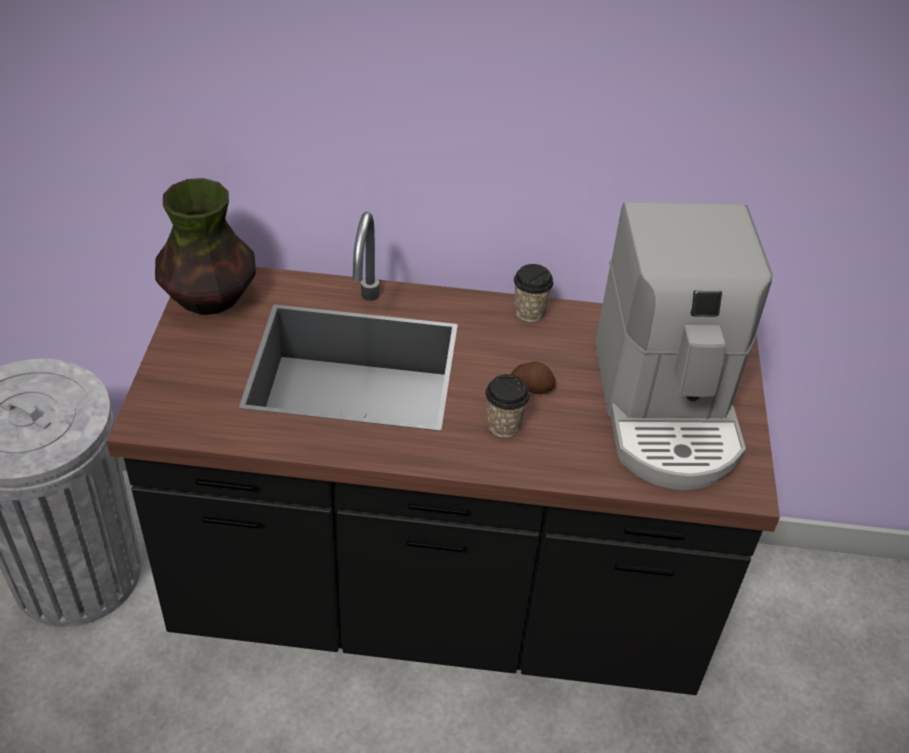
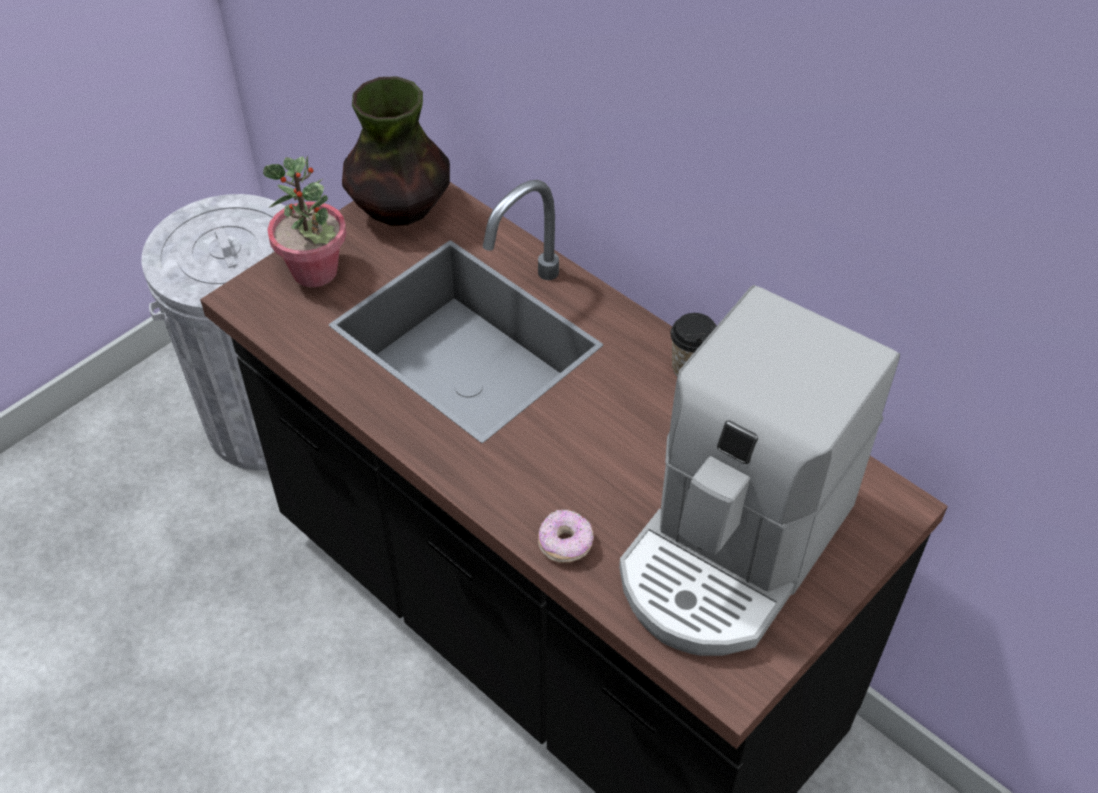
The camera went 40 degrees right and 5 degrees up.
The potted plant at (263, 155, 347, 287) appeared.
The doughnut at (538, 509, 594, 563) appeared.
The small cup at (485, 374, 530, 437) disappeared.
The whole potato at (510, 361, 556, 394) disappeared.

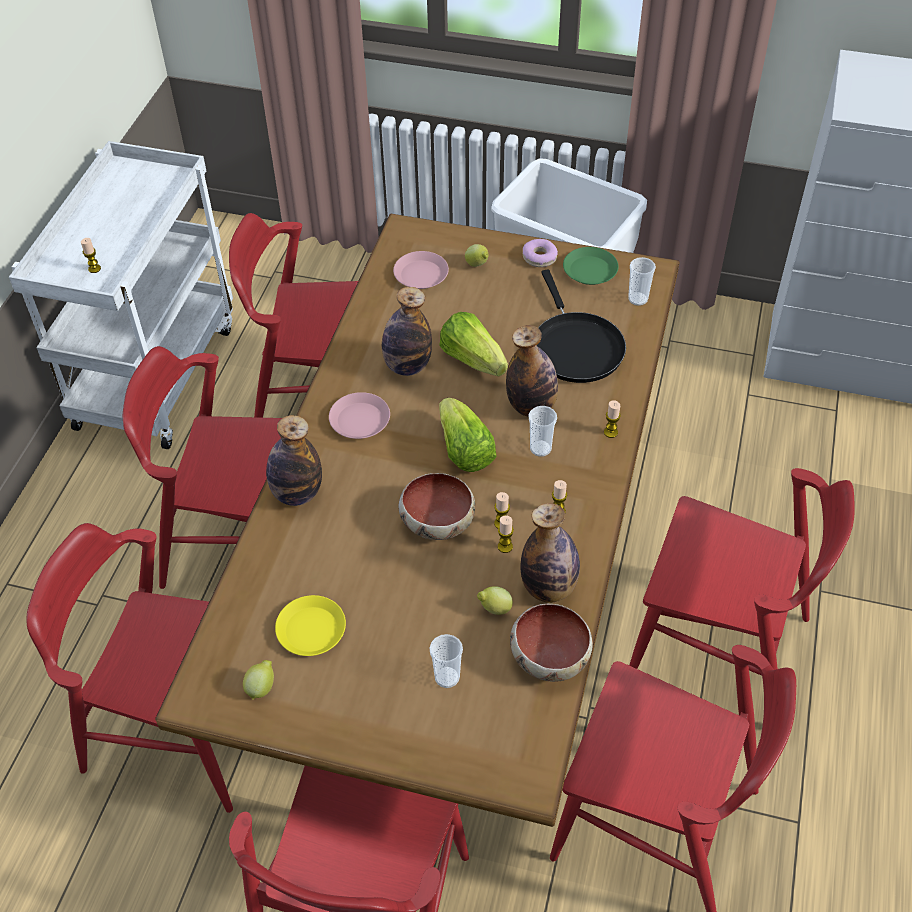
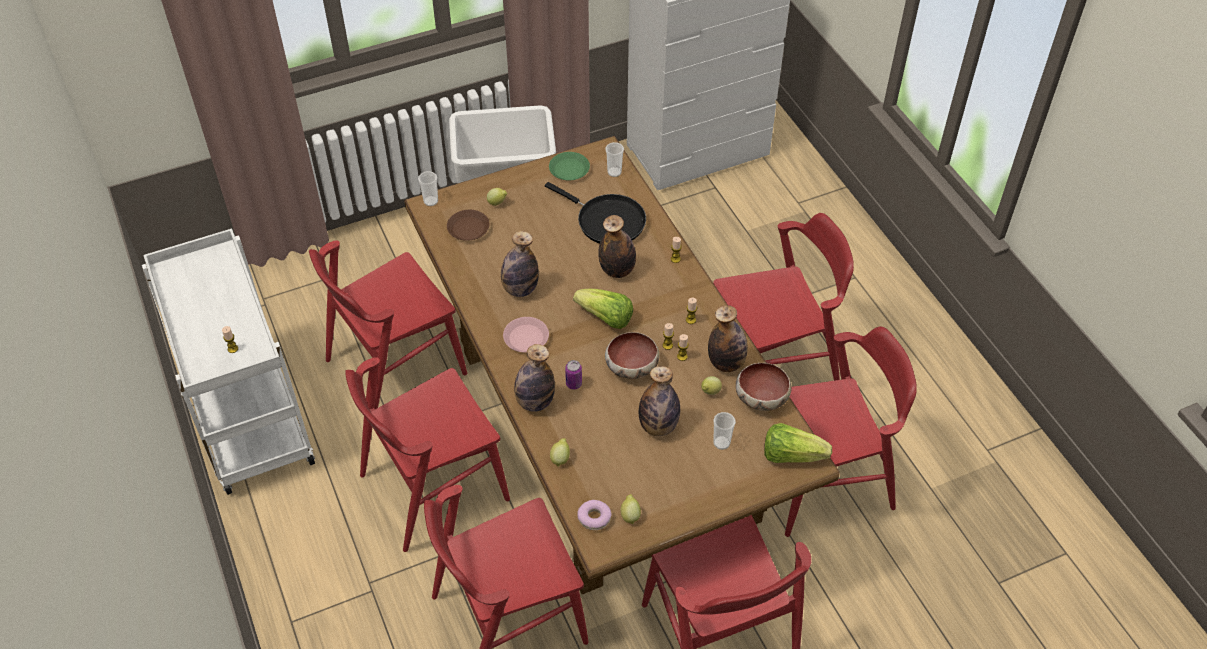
The camera went 40 degrees left and 0 degrees up.
The small cup moved from (528, 406, 557, 457) to (418, 171, 438, 206).
The pinkish flat dish at (393, 251, 449, 289) became the brown-coloured flat dish at (447, 210, 490, 241).
The lemon at (550, 438, 570, 467) appeared.
The can at (565, 360, 582, 390) appeared.
The doughnut moved from (523, 239, 558, 267) to (577, 500, 612, 530).
The drink bottle at (639, 366, 680, 436) appeared.
The lettuce moved from (439, 312, 508, 376) to (764, 423, 832, 463).
The yellow-coloured flat dish at (275, 595, 346, 656) disappeared.

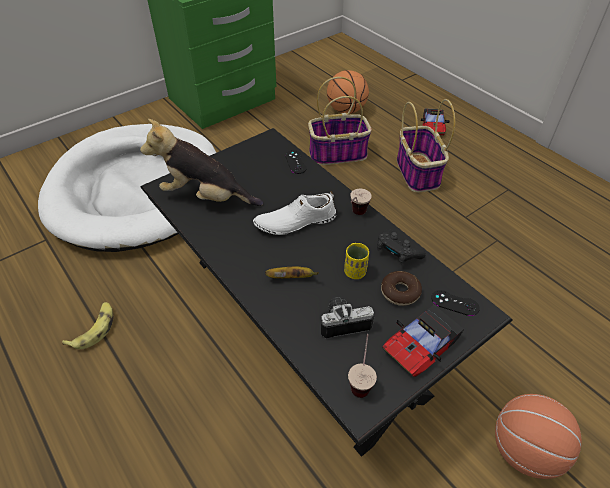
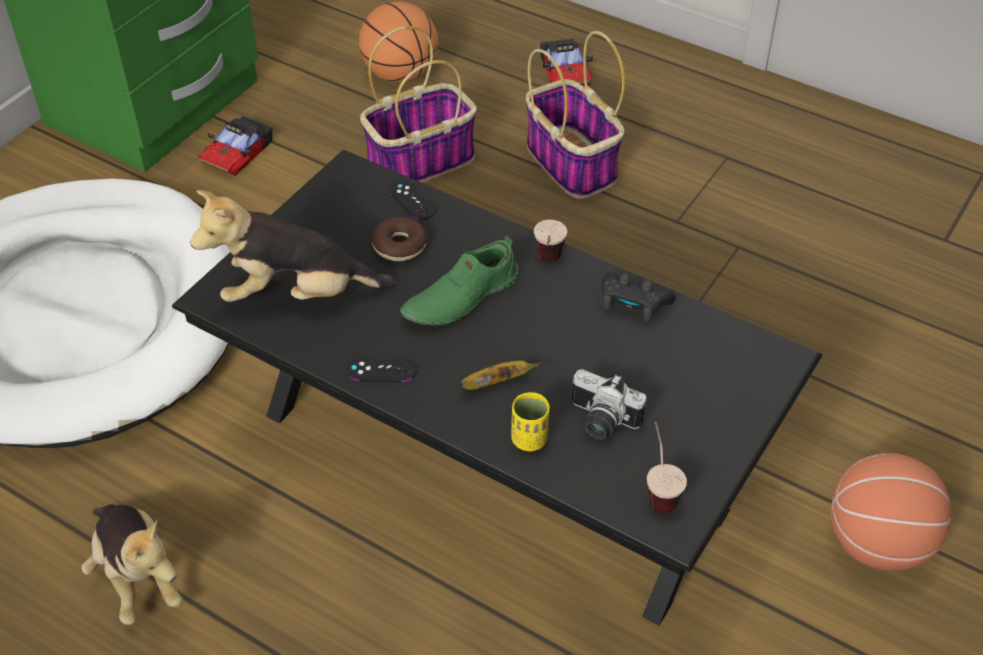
The camera went 20 degrees left and 0 degrees up.
The banana at (62, 302, 113, 349) was replaced by the cuddly toy at (82, 505, 183, 625).
The miniature car moved from (382, 305, 464, 377) to (198, 116, 272, 176).
The blackish joypad moved from (431, 290, 480, 316) to (346, 356, 417, 382).
The doughnut moved from (381, 271, 422, 306) to (372, 217, 428, 261).
The whitish item of footwear at (253, 191, 336, 235) became the green item of footwear at (400, 235, 519, 325).
The yellow-coloured small cup moved from (344, 243, 369, 279) to (511, 392, 550, 451).
The still camera at (321, 297, 374, 338) turned 120 degrees counterclockwise.

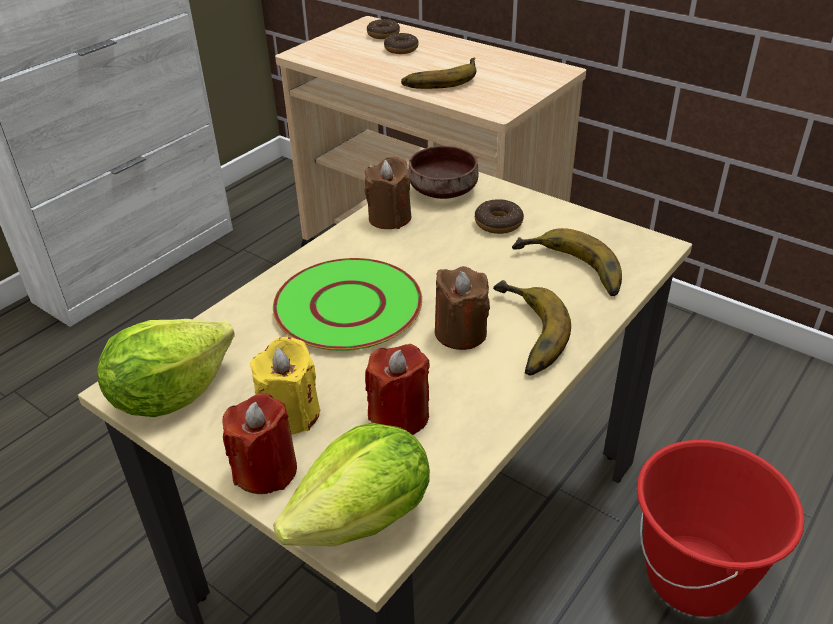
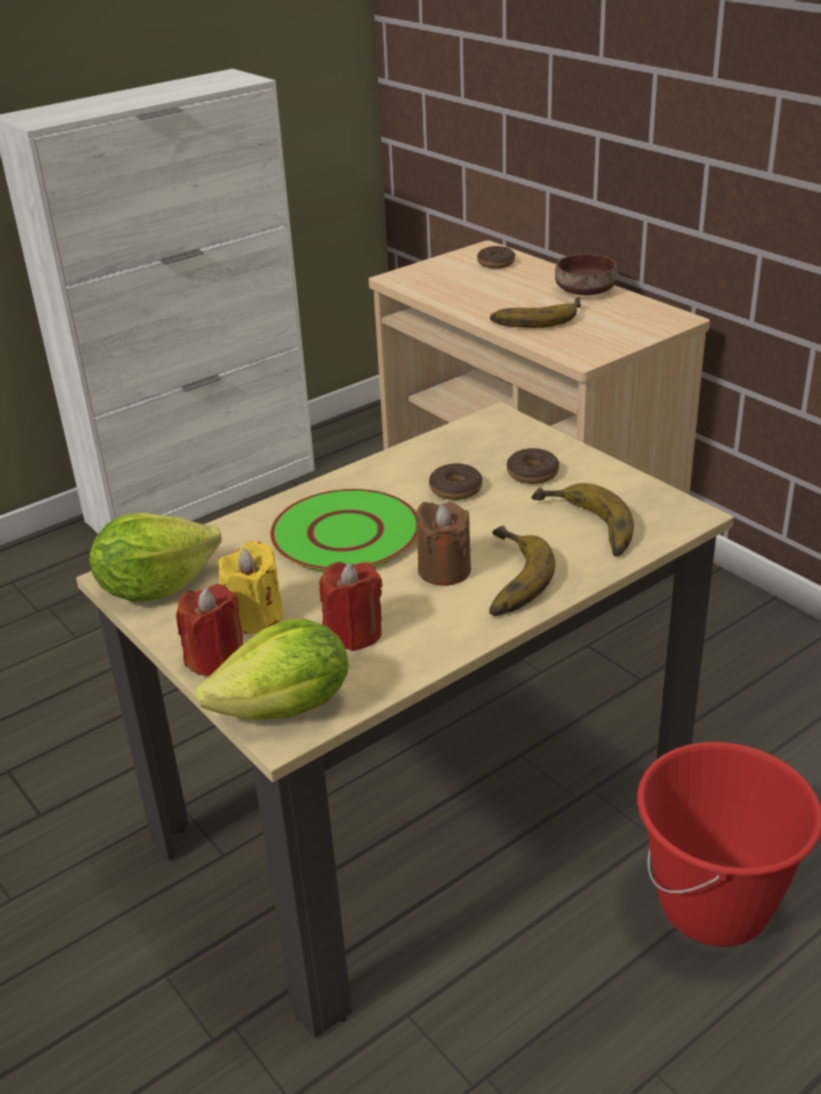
The camera went 15 degrees right and 5 degrees down.
The doughnut moved from (384, 33, 418, 54) to (429, 463, 482, 500).
The brown-coloured serving bowl moved from (408, 146, 479, 199) to (555, 254, 617, 295).
The brown-coloured candle at (364, 157, 412, 229) disappeared.

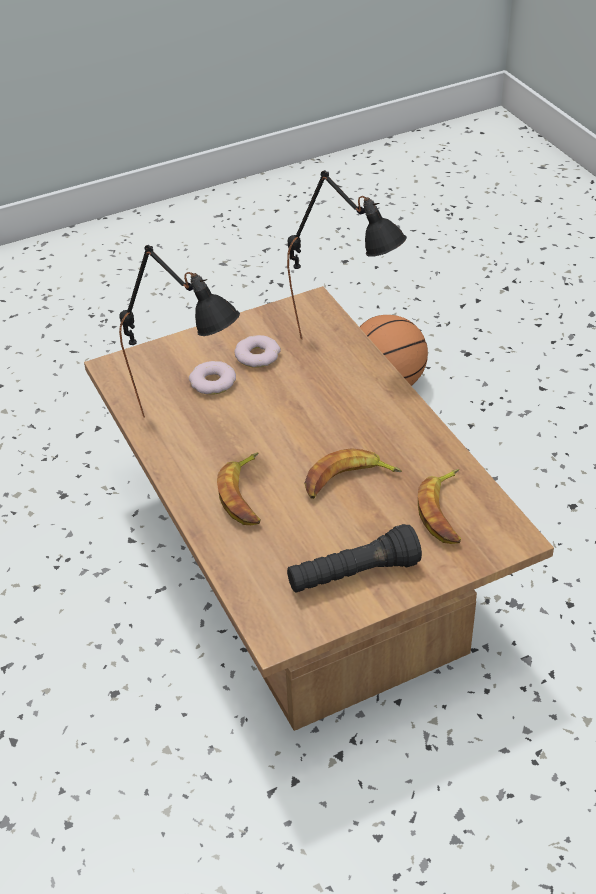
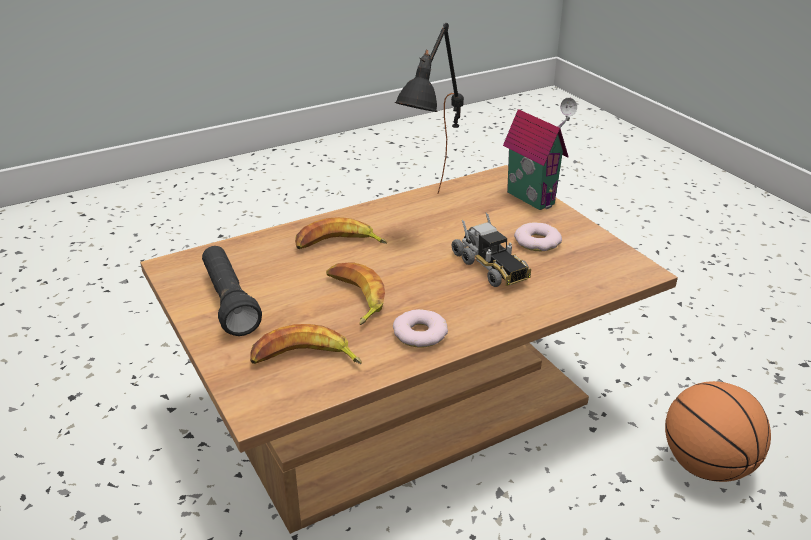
The camera went 85 degrees right and 10 degrees down.
The doughnut moved from (189, 361, 236, 395) to (393, 309, 448, 347).
The toy truck at (451, 213, 531, 287) appeared.
The model house at (503, 98, 577, 210) appeared.
The blackish tabletop lamp at (287, 170, 407, 339) disappeared.

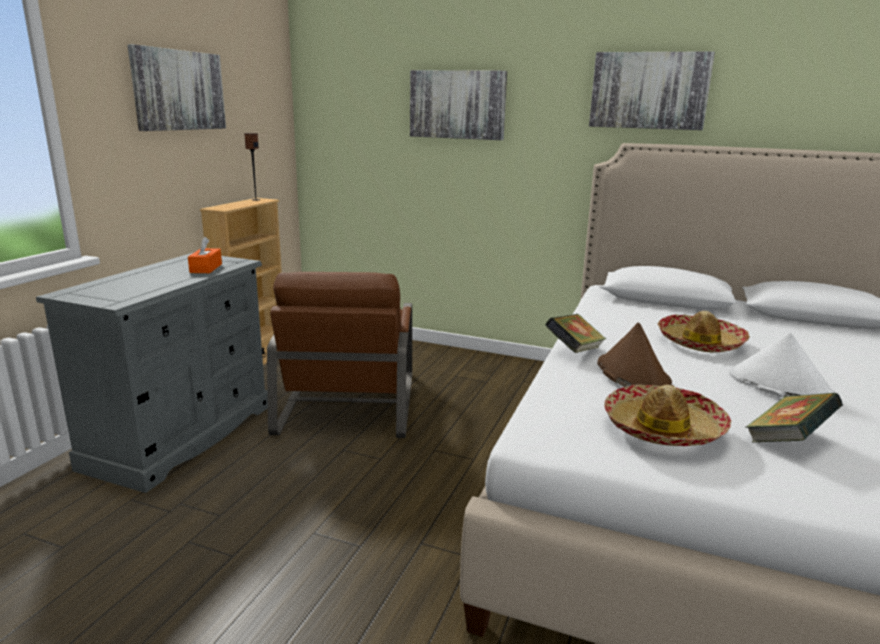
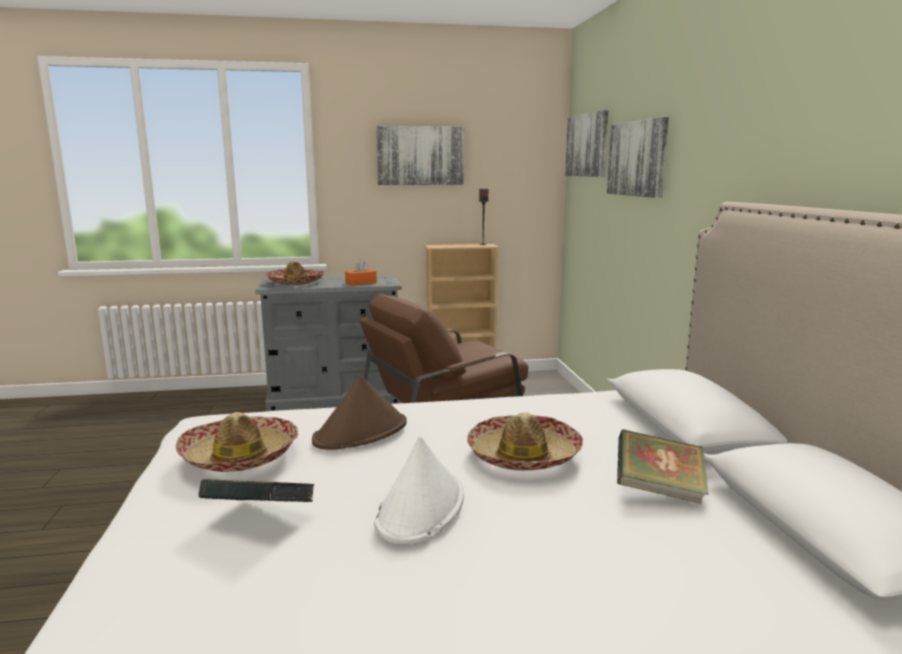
The camera went 60 degrees right and 5 degrees down.
The hat at (266, 260, 324, 285) appeared.
The wall art moved from (589, 51, 715, 130) to (565, 110, 609, 177).
The bound book moved from (545, 314, 606, 353) to (617, 429, 709, 504).

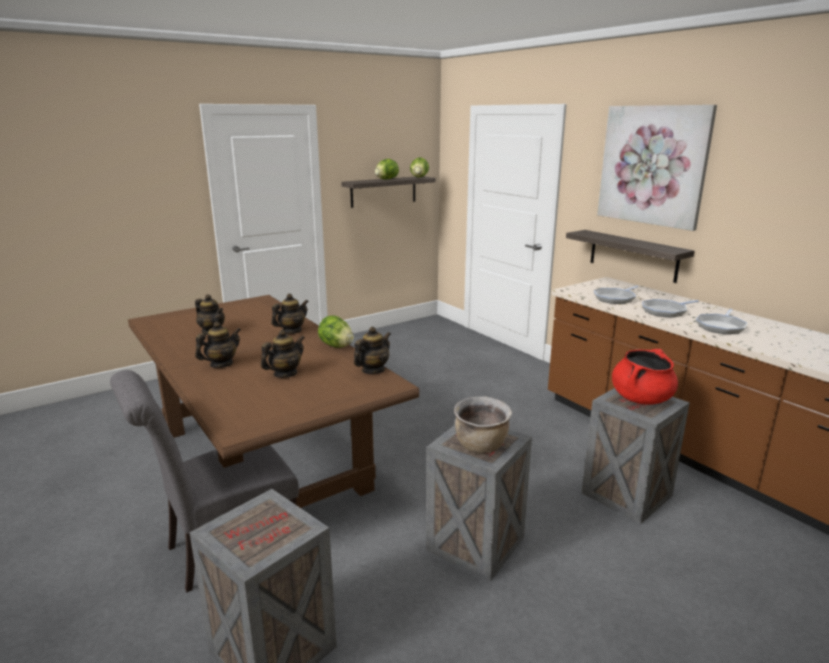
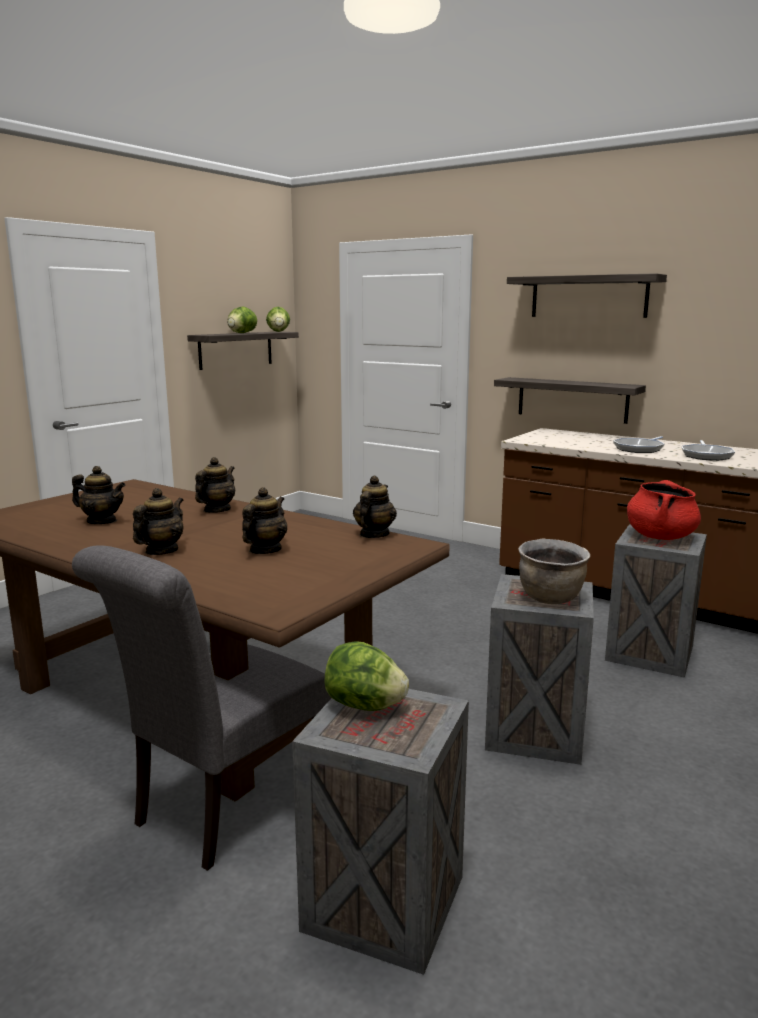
The camera went 20 degrees left and 5 degrees down.
The lettuce moved from (318, 316, 354, 348) to (324, 641, 409, 711).
The wall art at (597, 105, 717, 231) was replaced by the wall shelf at (507, 273, 667, 318).
The skillet at (594, 286, 638, 304) disappeared.

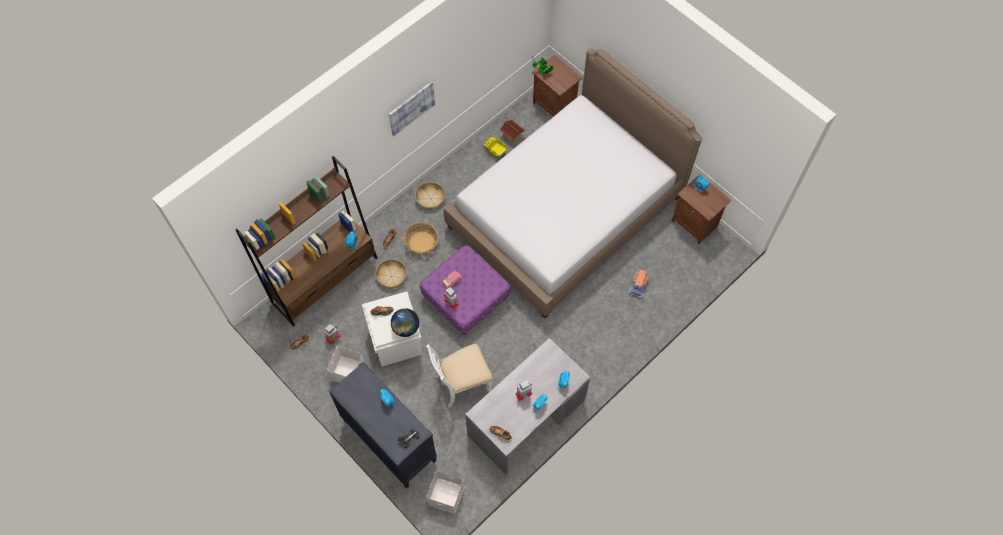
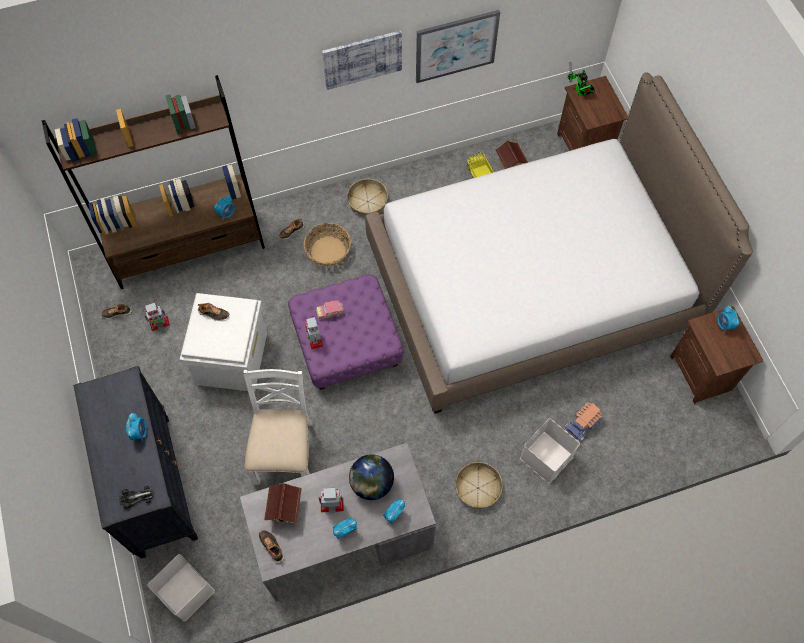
The camera went 25 degrees right and 0 degrees up.
The whitish plain chair at (426, 344, 493, 408) turned 90 degrees clockwise.
The model house at (264, 483, 302, 523) appeared.
The globe moved from (391, 308, 419, 337) to (349, 454, 394, 500).
The wall art at (416, 10, 500, 83) appeared.
The household basket moved from (376, 259, 407, 289) to (455, 462, 503, 510).
The whitish storage container moved from (327, 346, 366, 383) to (520, 418, 580, 483).

